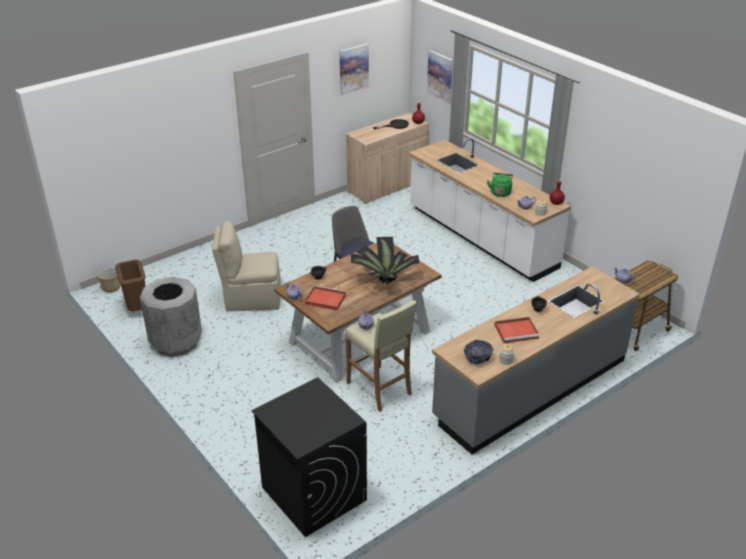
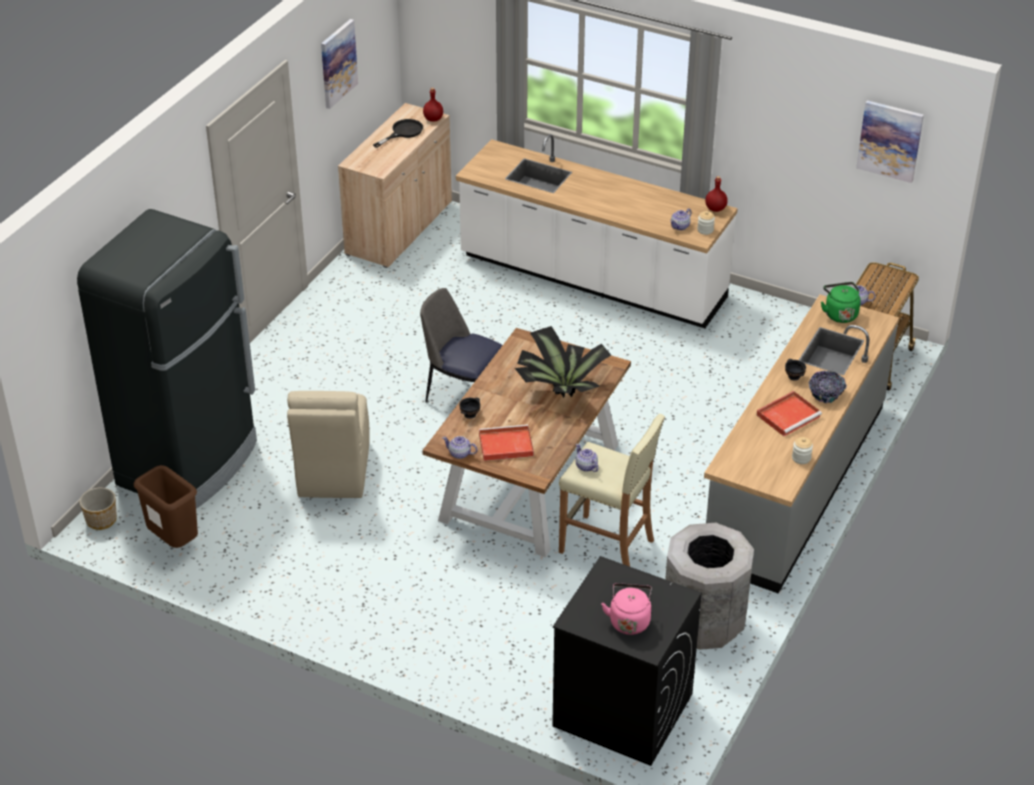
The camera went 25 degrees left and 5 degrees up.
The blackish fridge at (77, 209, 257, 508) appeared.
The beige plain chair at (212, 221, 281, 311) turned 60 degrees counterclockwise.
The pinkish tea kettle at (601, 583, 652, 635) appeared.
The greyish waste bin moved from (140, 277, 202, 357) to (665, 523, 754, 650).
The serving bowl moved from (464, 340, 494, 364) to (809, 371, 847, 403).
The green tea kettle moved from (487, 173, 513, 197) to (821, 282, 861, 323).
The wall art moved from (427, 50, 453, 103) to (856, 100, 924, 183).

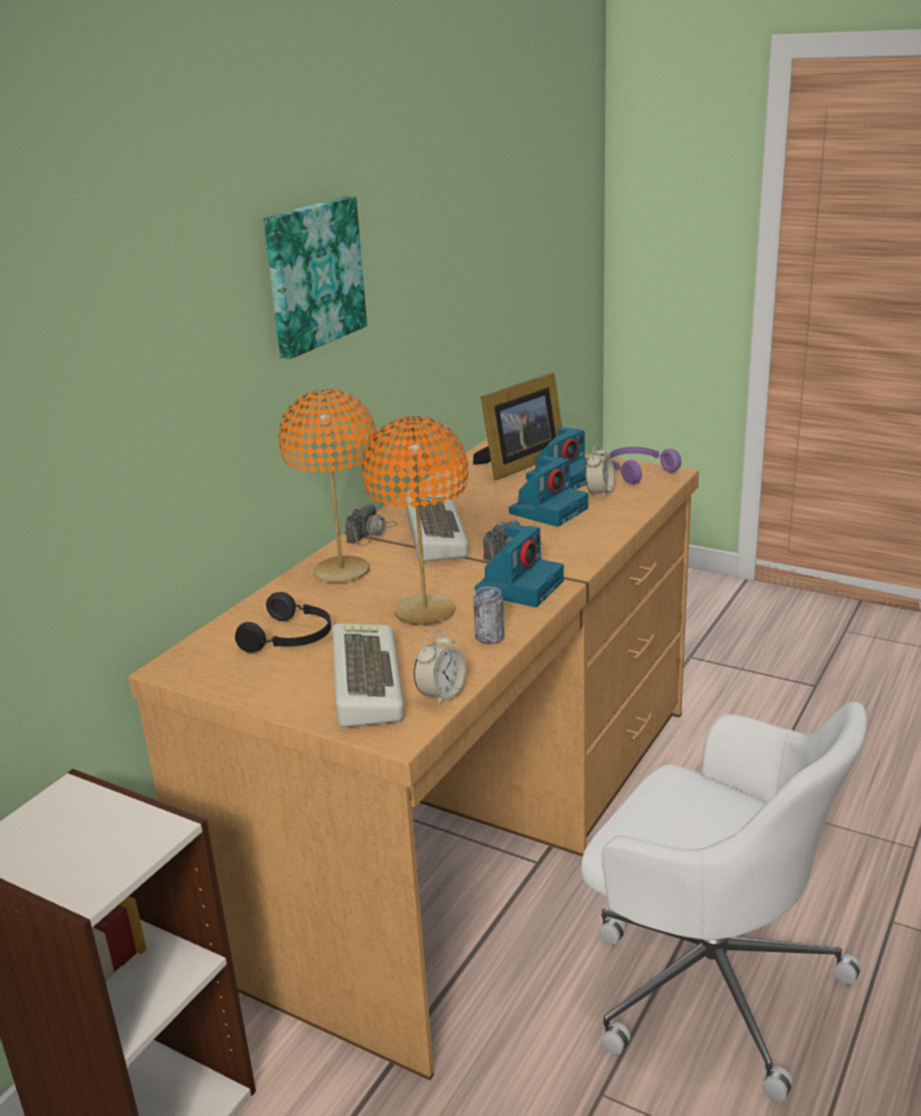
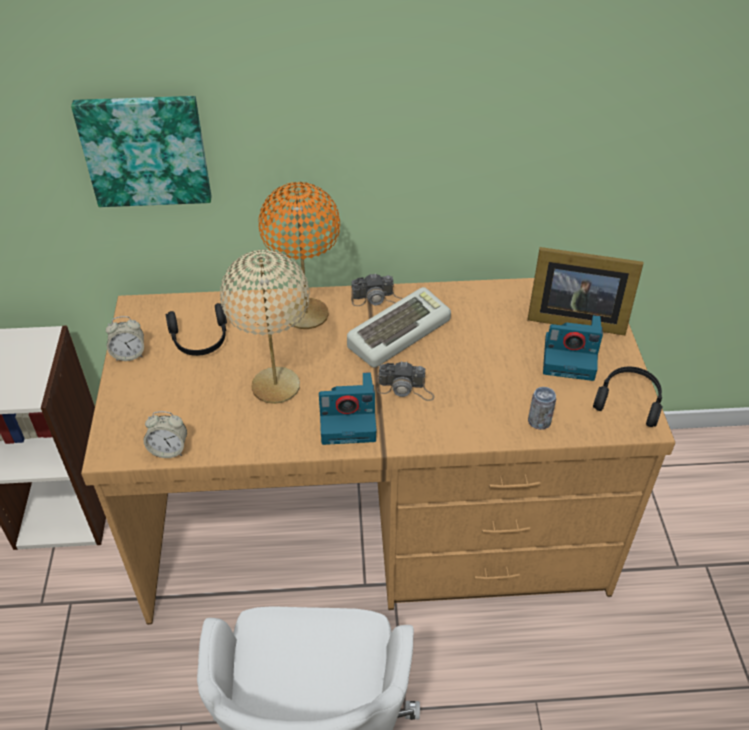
The camera went 55 degrees right and 20 degrees up.
The wall art moved from (264, 196, 367, 359) to (71, 96, 211, 207).
The alarm clock moved from (585, 444, 615, 498) to (106, 316, 144, 361).
The orange-coloured tabletop lamp at (362, 416, 468, 625) became the beige tabletop lamp at (220, 250, 310, 404).
The can moved from (473, 587, 504, 644) to (528, 387, 556, 430).
The purple headset at (609, 447, 681, 484) became the blackish headset at (593, 367, 663, 427).
The computer keyboard at (332, 623, 405, 727) disappeared.
The still camera at (509, 456, 588, 527) disappeared.

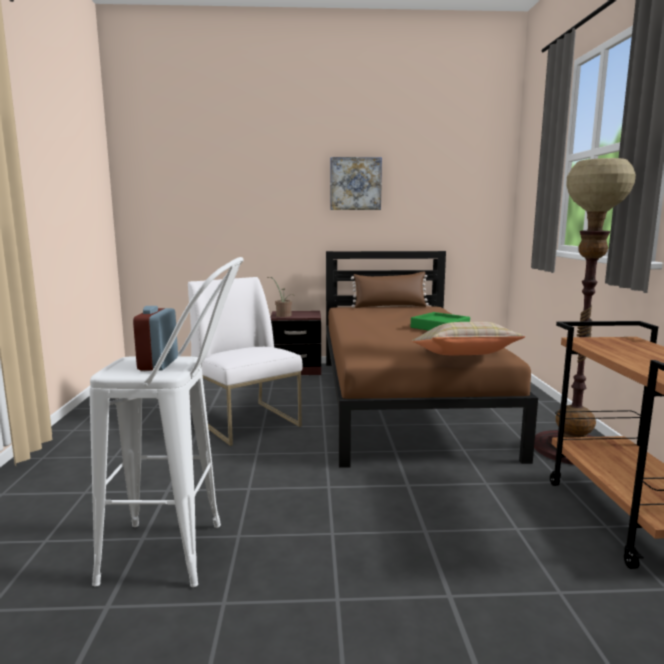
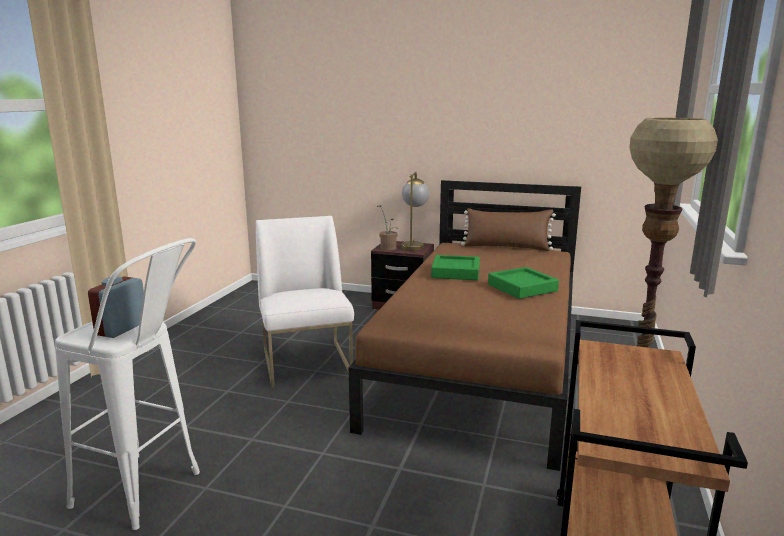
The camera went 20 degrees right and 5 degrees up.
The tabletop lamp at (401, 172, 429, 251) appeared.
The green serving tray at (431, 255, 480, 280) appeared.
The wall art at (330, 157, 382, 210) disappeared.
The beige cushion at (412, 322, 526, 355) disappeared.

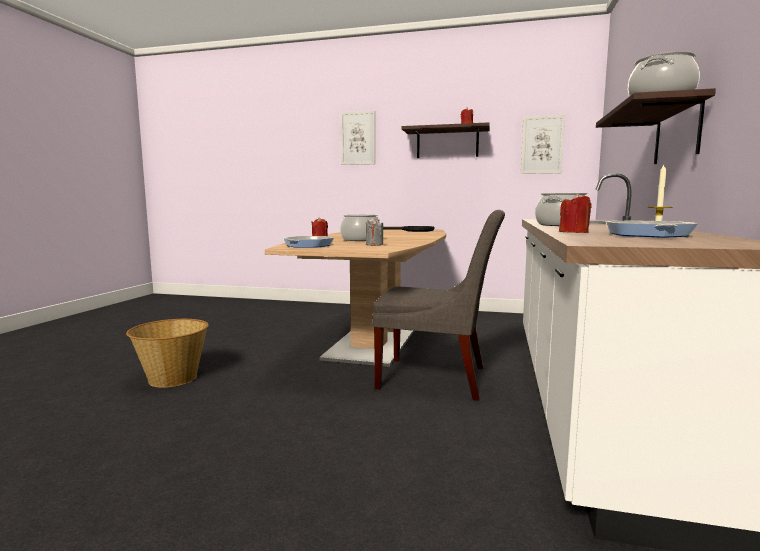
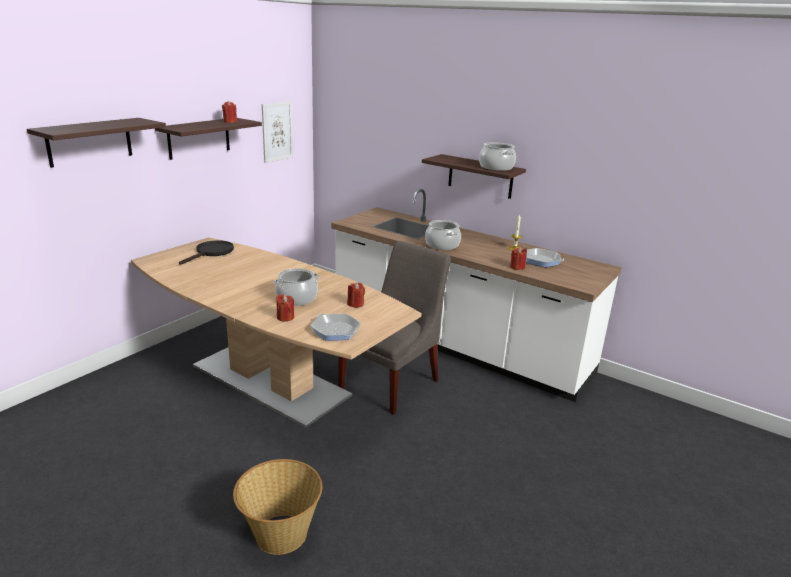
The camera went 70 degrees left and 15 degrees up.
The wall art at (340, 111, 375, 165) was replaced by the wall shelf at (27, 118, 166, 168).
The greyish candle at (366, 219, 383, 246) became the red candle at (347, 283, 365, 308).

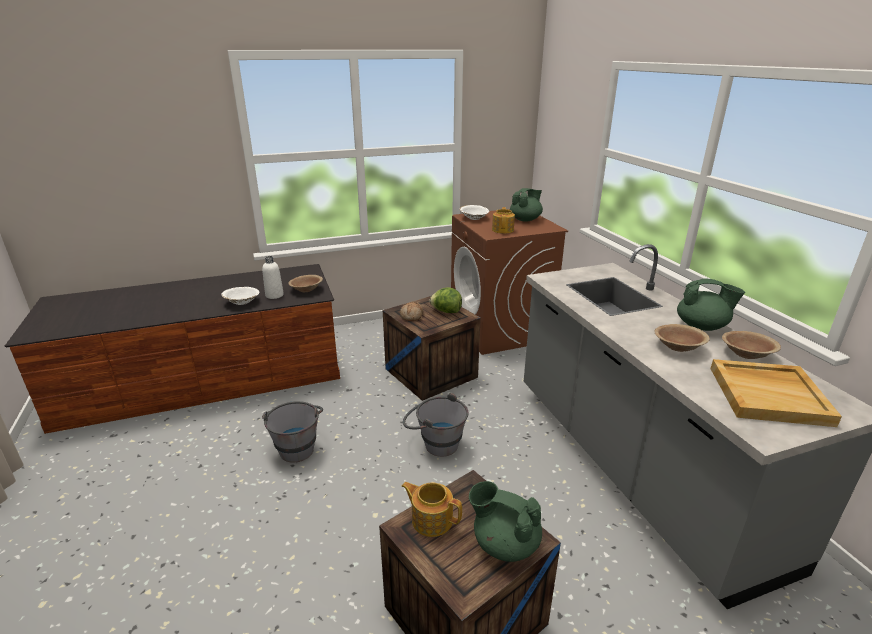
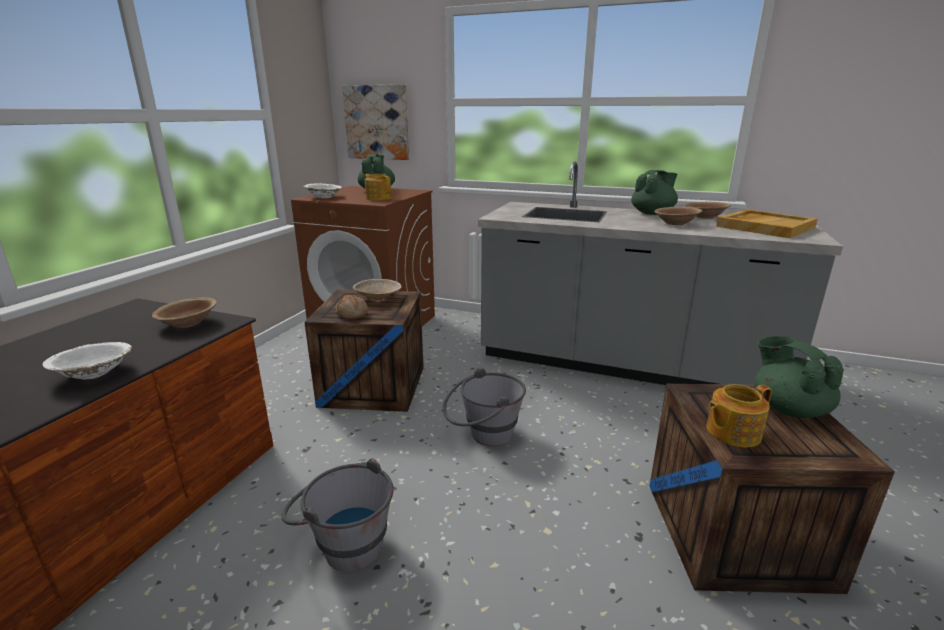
The camera went 50 degrees left and 5 degrees down.
The wall art at (342, 84, 409, 160) appeared.
The lettuce at (429, 288, 462, 313) was replaced by the beige serving bowl at (353, 279, 402, 300).
The green tea pot at (469, 481, 542, 562) turned 90 degrees clockwise.
The whitish drink bottle at (262, 256, 284, 299) disappeared.

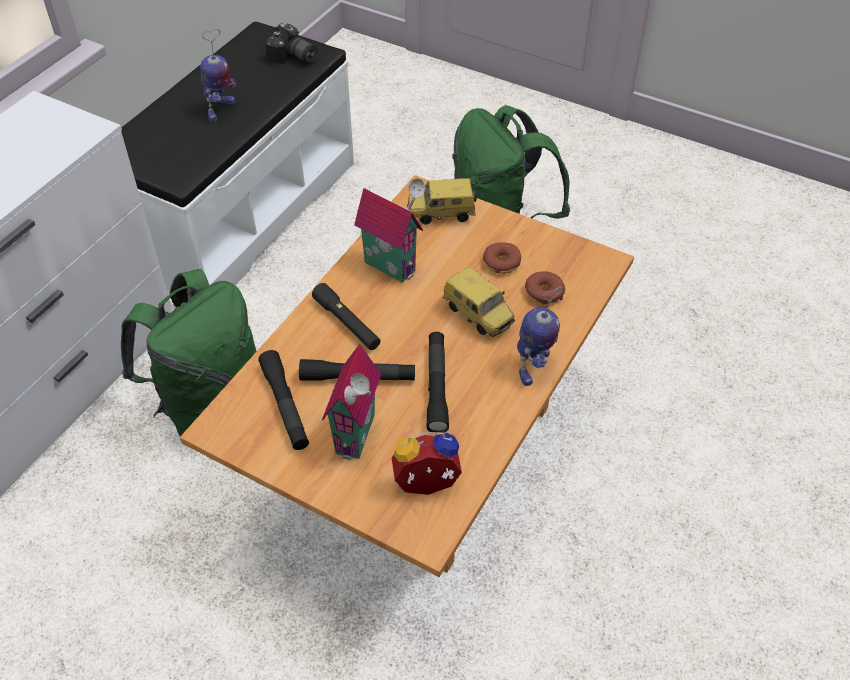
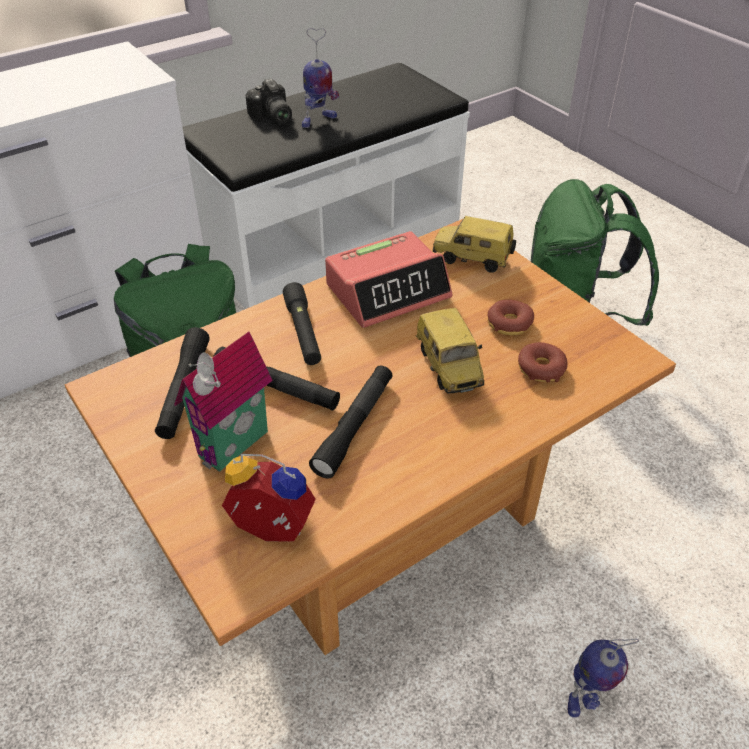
The camera went 25 degrees right and 5 degrees down.
The still camera moved from (265, 22, 318, 64) to (246, 79, 292, 124).
The model house at (354, 179, 425, 283) was replaced by the alarm clock at (325, 231, 452, 328).
The robot figure moved from (517, 287, 564, 386) to (568, 638, 639, 718).

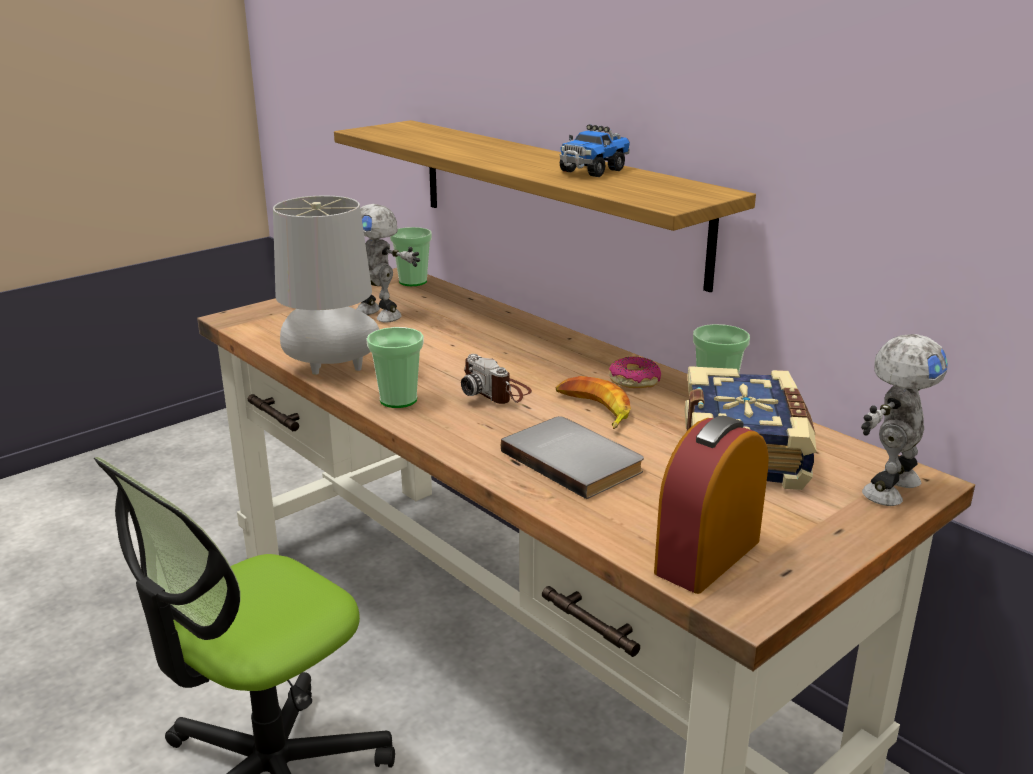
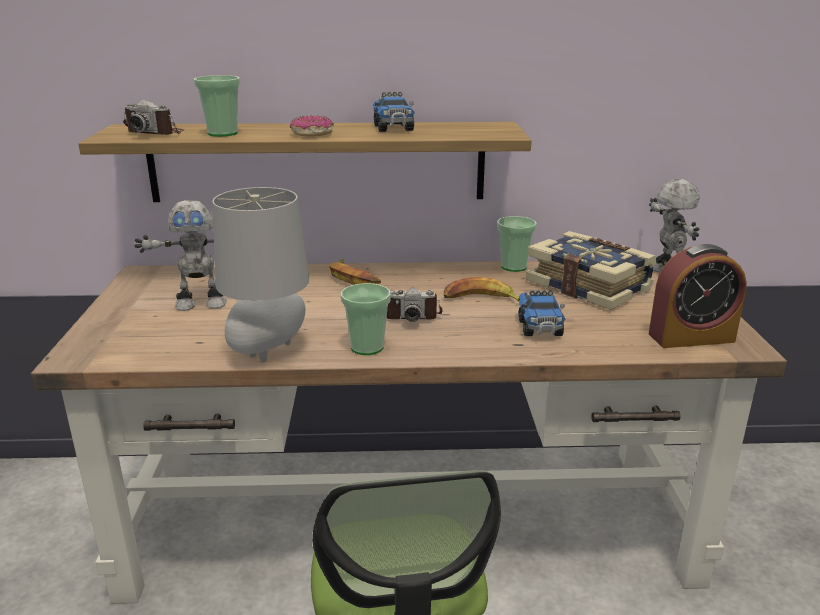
The camera went 50 degrees left and 0 degrees up.
The still camera at (123, 100, 184, 135) appeared.
The small cup moved from (390, 227, 432, 286) to (194, 75, 240, 137).
The doughnut moved from (609, 357, 661, 388) to (290, 116, 334, 137).
The banana at (329, 259, 381, 285) appeared.
The greyish bound book at (501, 416, 644, 499) was replaced by the toy truck at (519, 290, 565, 336).
The alarm clock at (654, 415, 769, 594) turned 90 degrees counterclockwise.

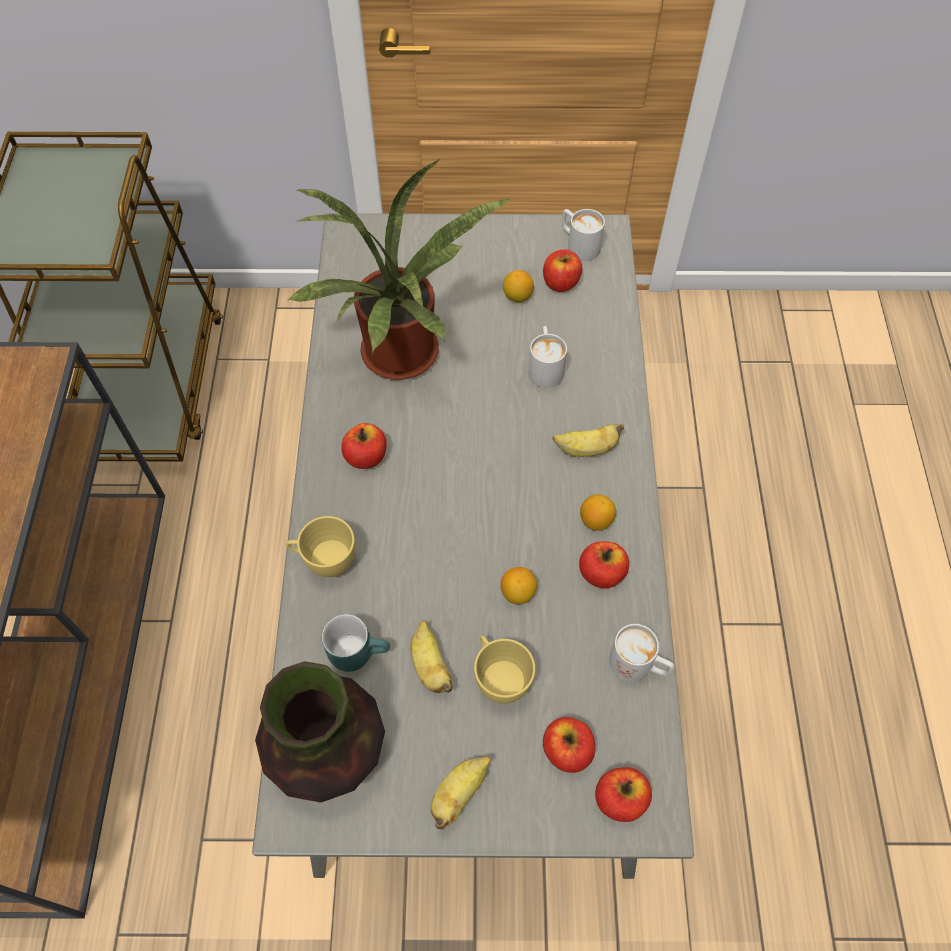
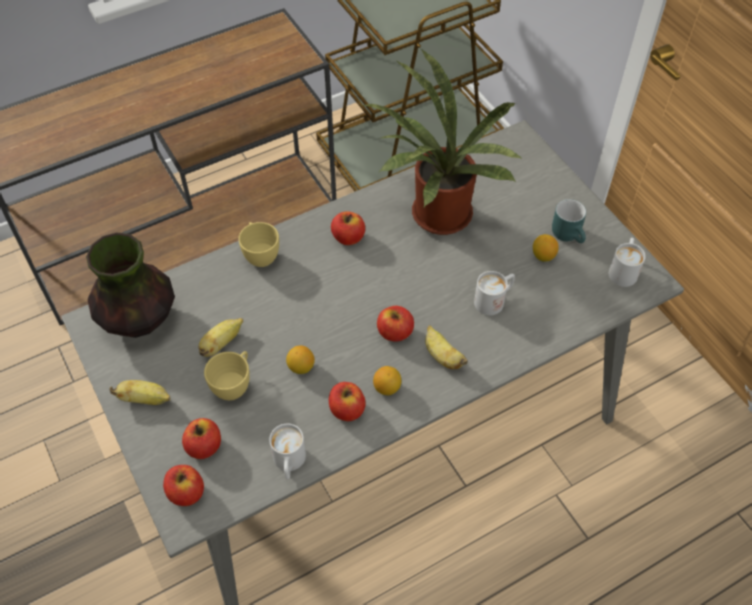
The camera went 60 degrees right and 5 degrees down.
The apple moved from (543, 250, 582, 292) to (377, 306, 414, 342).
The blue-green tea mug moved from (322, 614, 390, 672) to (552, 199, 586, 243).

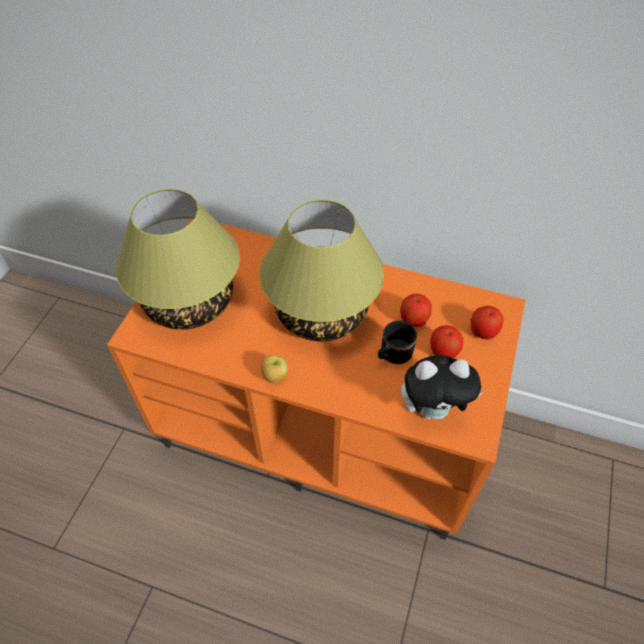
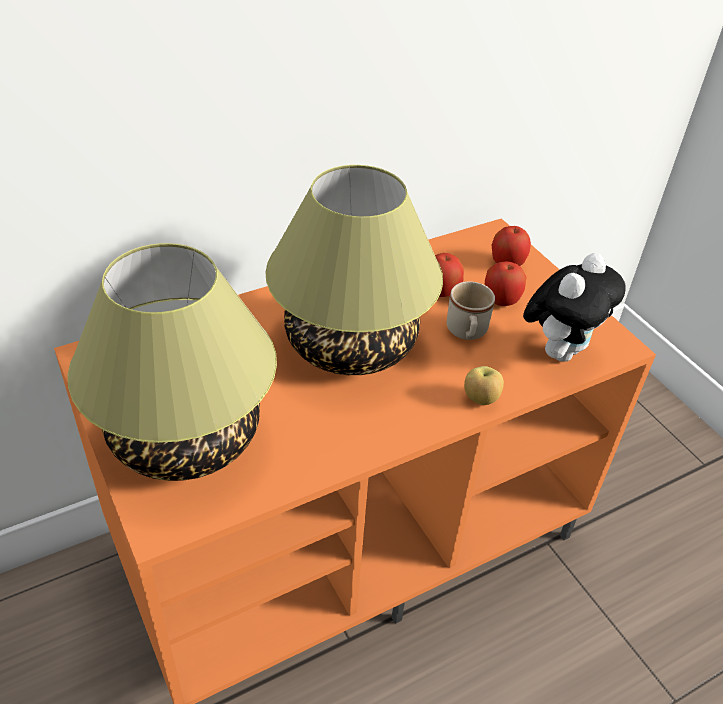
The camera went 50 degrees left and 10 degrees down.
The blackish tea mug at (378, 320, 417, 364) became the beige tea mug at (447, 281, 495, 340).
The apple moved from (261, 355, 288, 383) to (464, 366, 504, 405).

